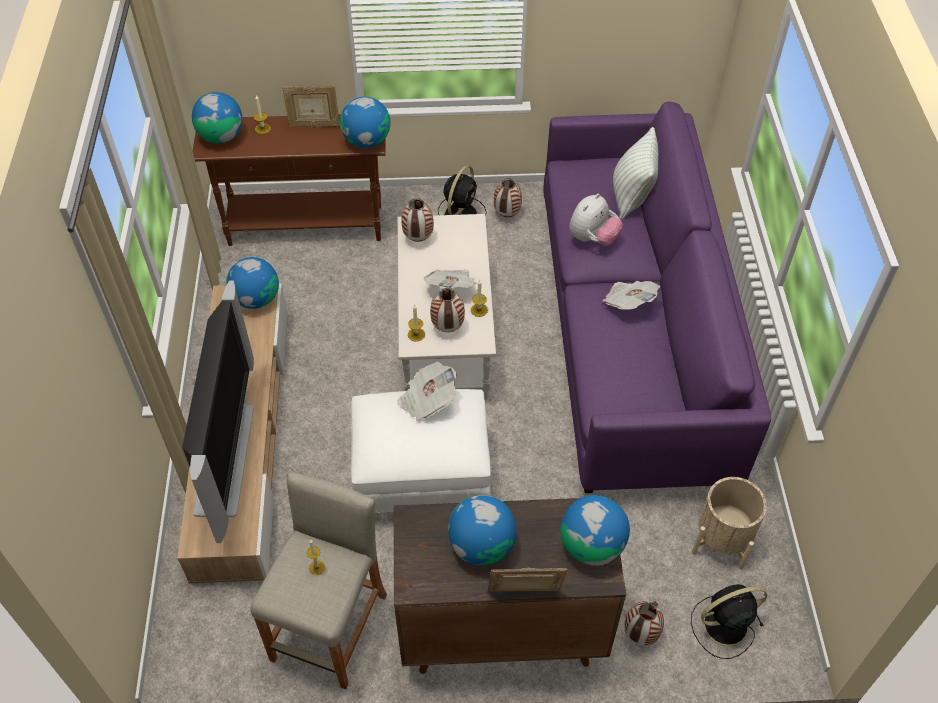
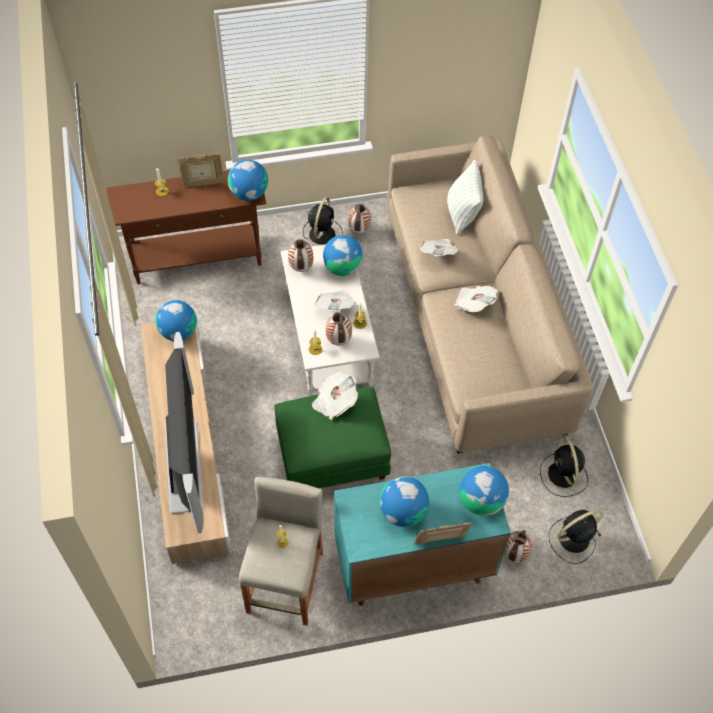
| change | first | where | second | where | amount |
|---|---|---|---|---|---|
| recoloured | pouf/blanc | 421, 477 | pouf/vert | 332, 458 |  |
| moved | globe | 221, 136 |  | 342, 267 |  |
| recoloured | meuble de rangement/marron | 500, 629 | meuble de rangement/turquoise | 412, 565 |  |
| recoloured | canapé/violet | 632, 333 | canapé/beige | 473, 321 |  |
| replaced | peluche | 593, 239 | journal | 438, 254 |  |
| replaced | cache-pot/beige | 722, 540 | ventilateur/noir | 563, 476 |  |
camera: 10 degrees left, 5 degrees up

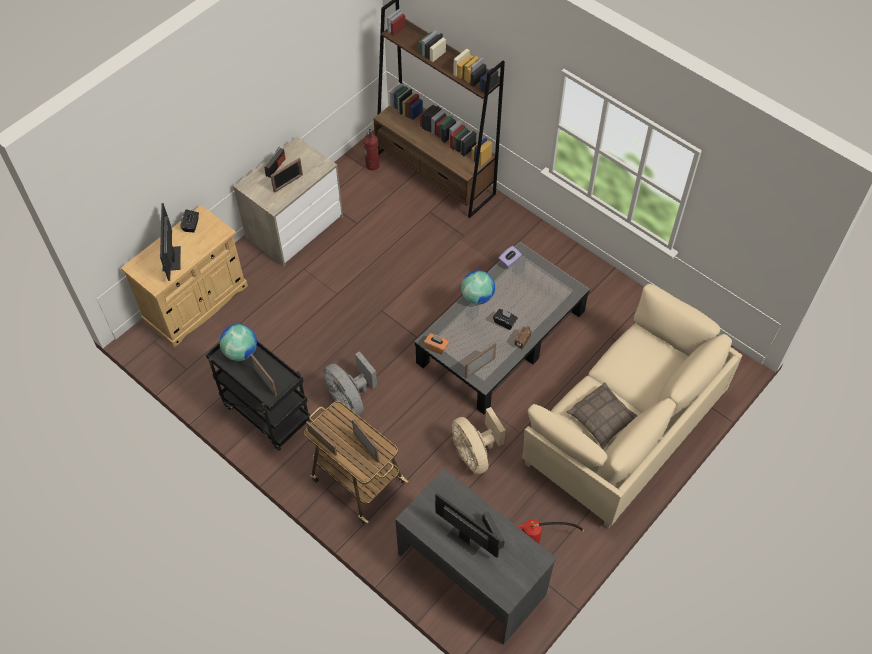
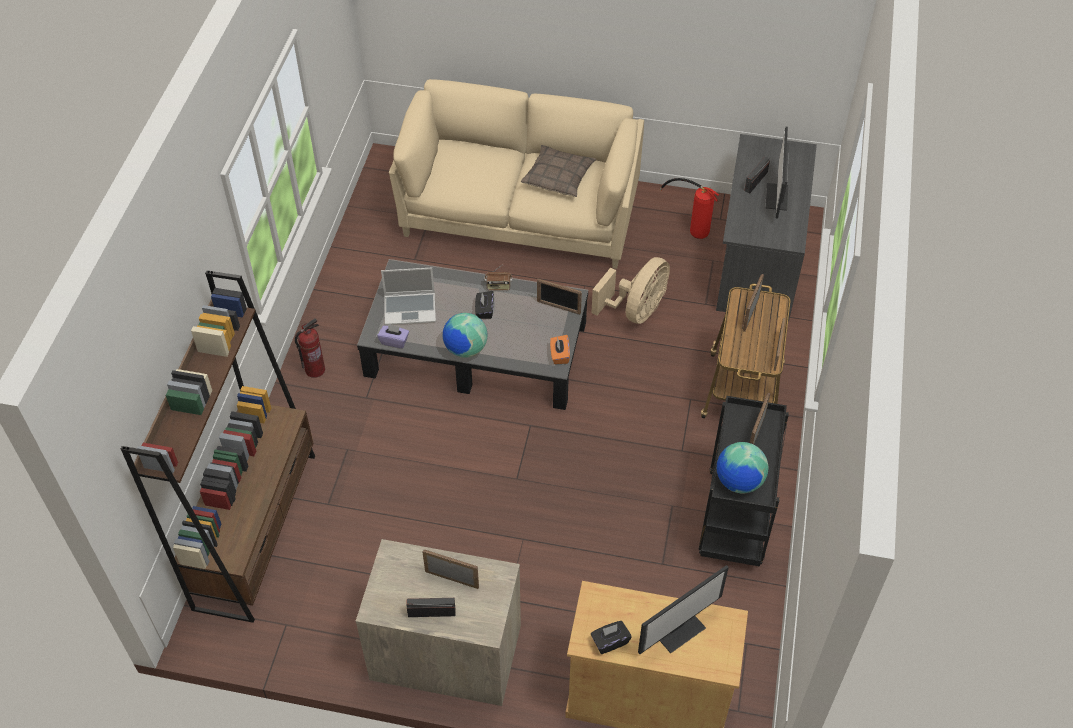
| change | first | where | second | where | amount |
|---|---|---|---|---|---|
| moved | extincteur | 373, 165 |  | 315, 369 |  |
| added |  |  | ordinateur portable | 410, 309 |  |
| removed | ventilateur/gris | 350, 398 |  |  |  |
camera: 120 degrees left, 5 degrees down

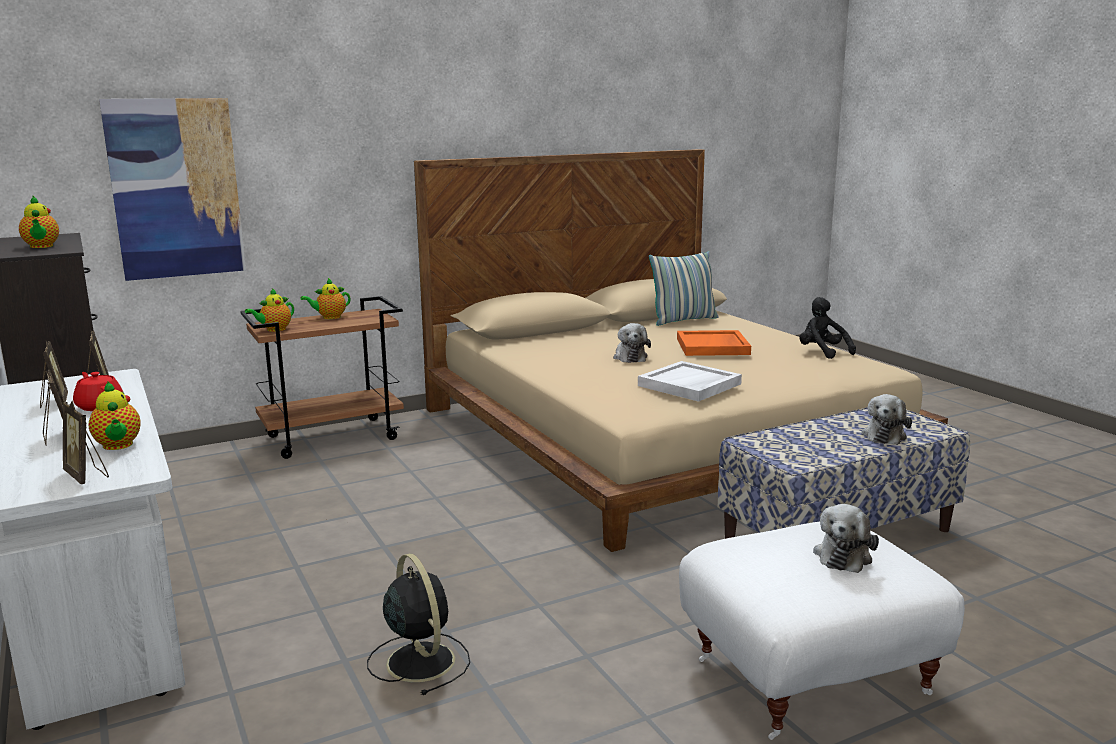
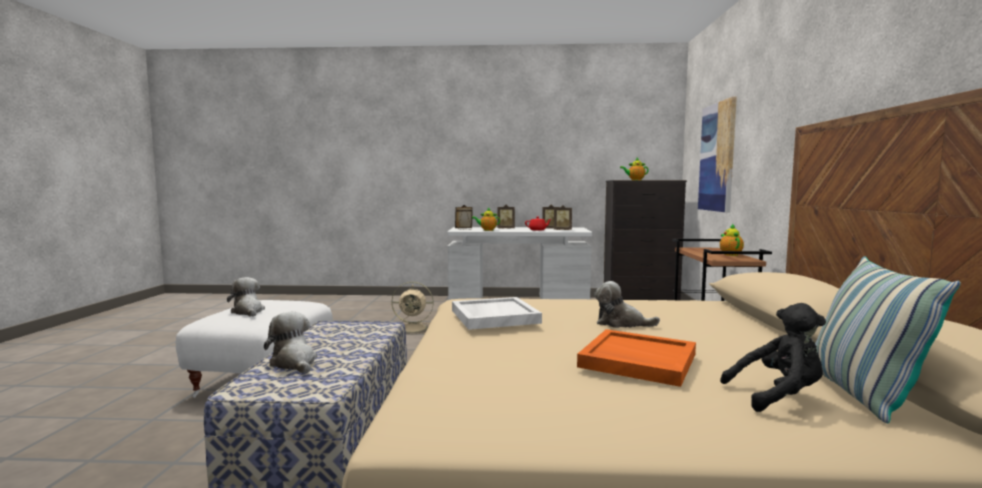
| change | first | where | second | where | amount |
|---|---|---|---|---|---|
| recoloured | ventilateur/noir | 419, 660 | ventilateur/beige | 414, 328 |  |
| moved | peluche/noir | 822, 352 |  | 778, 396 |  |
| removed | théière | 274, 329 |  |  |  |
camera: 120 degrees right, 10 degrees down

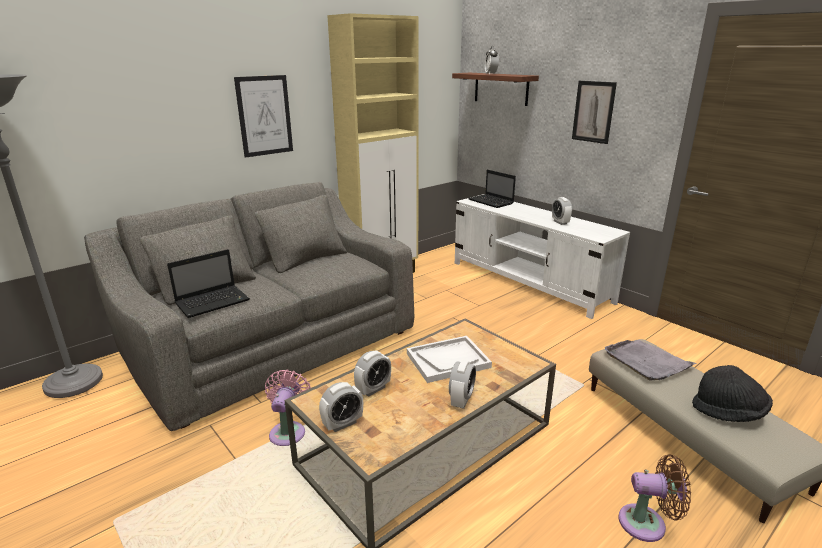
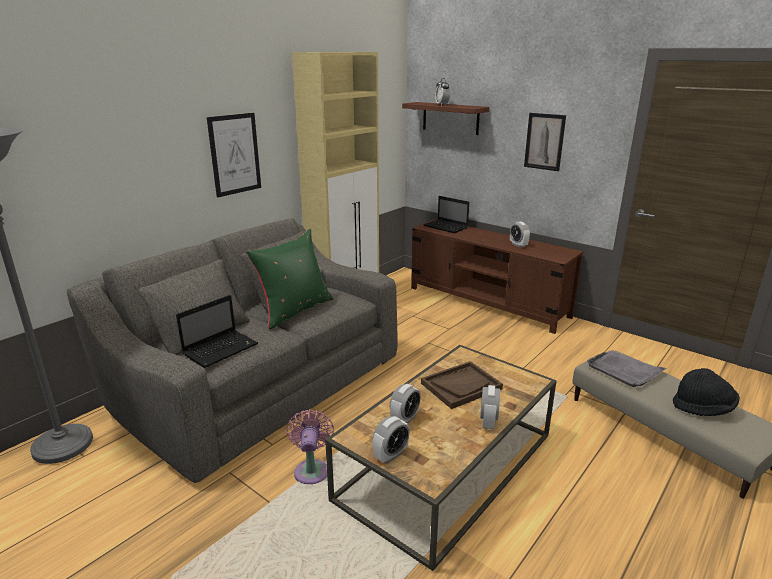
| change | first | where | second | where | amount |
|---|---|---|---|---|---|
| added |  |  | coussin/vert | 294, 310 |  |
| recoloured | meuble télé/blanc | 529, 282 | meuble télé/marron | 487, 302 |  |
| recoloured | plateau/blanc | 448, 360 | plateau/marron | 461, 386 |  |
| removed | ventilateur/marron | 647, 523 |  |  |  |
camera: 10 degrees left, 0 degrees up

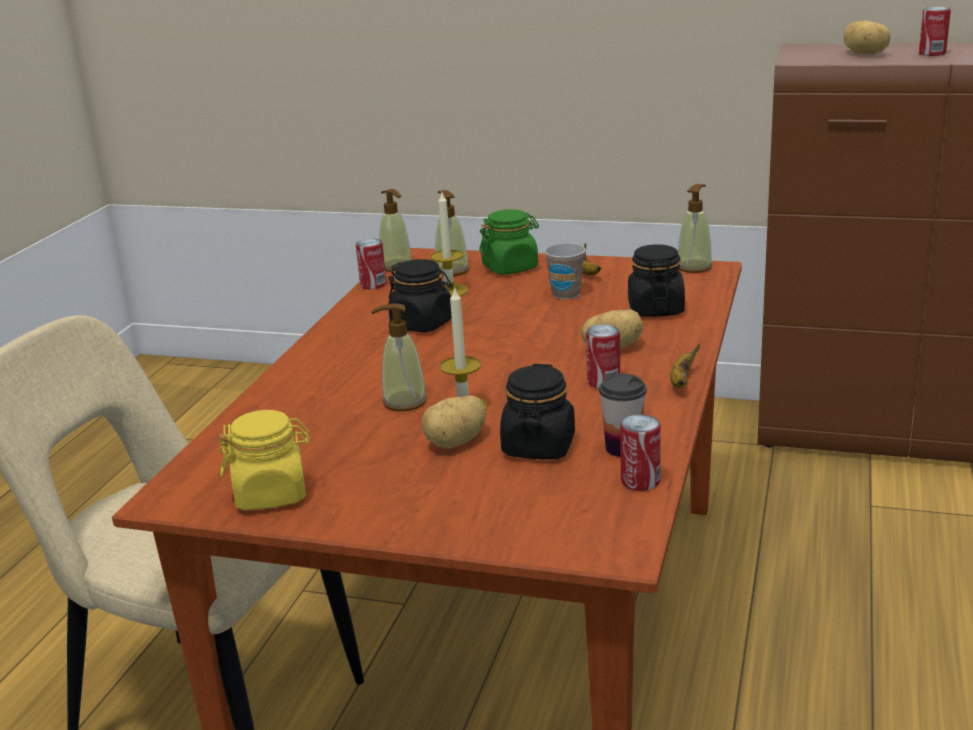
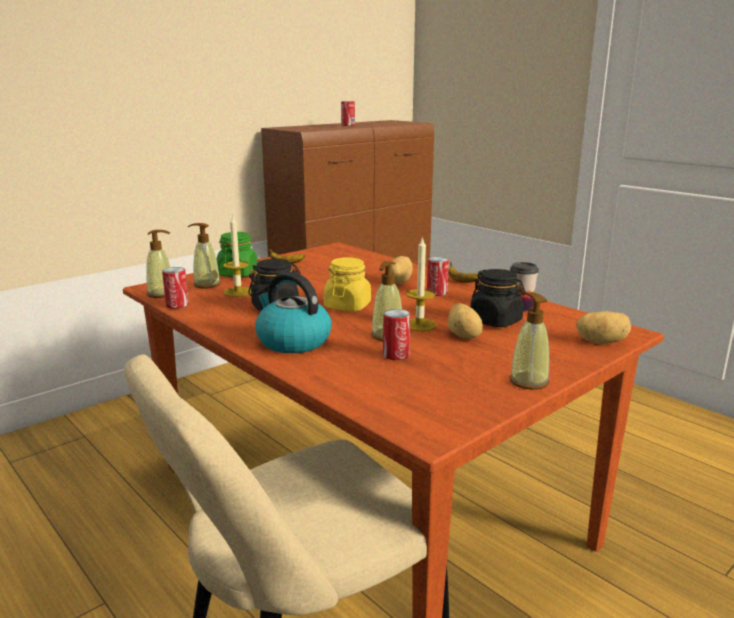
| change | first | where | second | where | amount |
|---|---|---|---|---|---|
| added |  |  | bouilloire | 292, 341 |  |
| moved | bocal/jaune | 271, 494 |  | 347, 306 |  |
| moved | boîte métallique | 640, 481 |  | 396, 355 |  |
| moved | distributeur de savon | 694, 267 |  | 528, 381 |  |
| moved | pomme de terre | 865, 54 |  | 601, 342 |  |
| removed | tasse | 566, 294 |  |  |  |
| removed | bocal/noir | 655, 309 |  |  |  |
camera: 60 degrees left, 5 degrees down

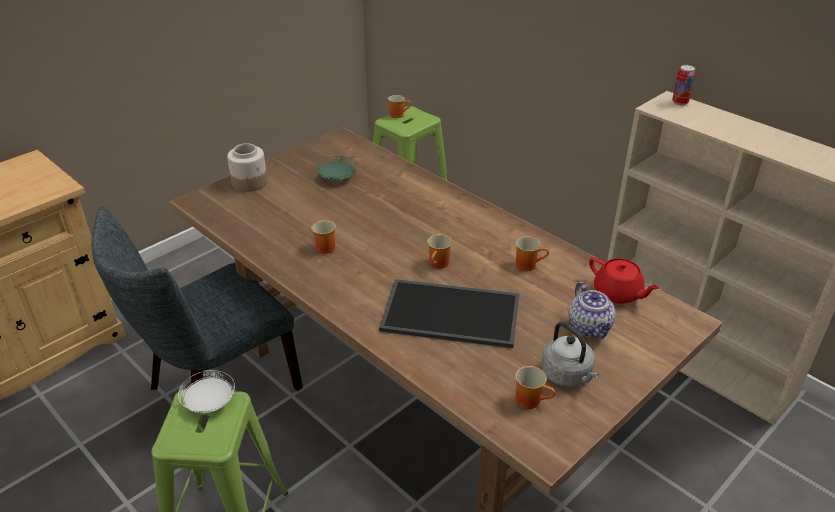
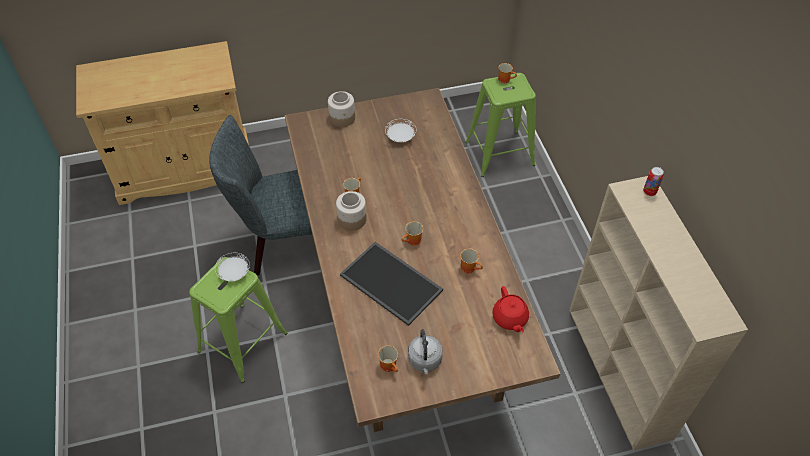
| change | first | where | second | where | amount |
|---|---|---|---|---|---|
| added |  |  | bocal | 351, 219 |  |
| recoloured | assiette/vert | 337, 178 | assiette/blanc | 400, 137 |  |
| removed | théière | 590, 328 |  |  |  |
camera: 30 degrees right, 15 degrees up

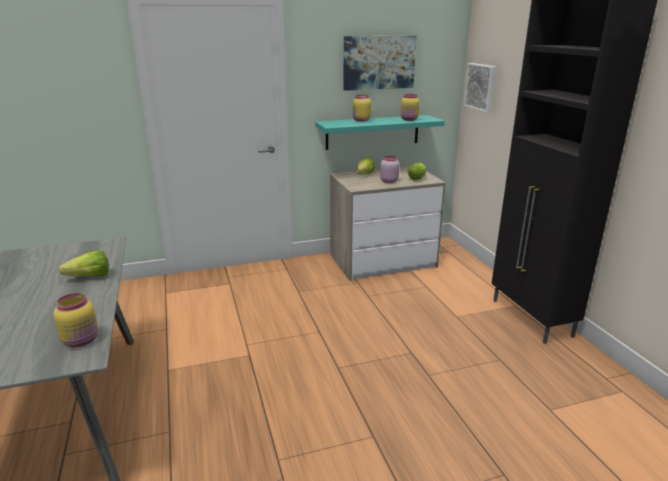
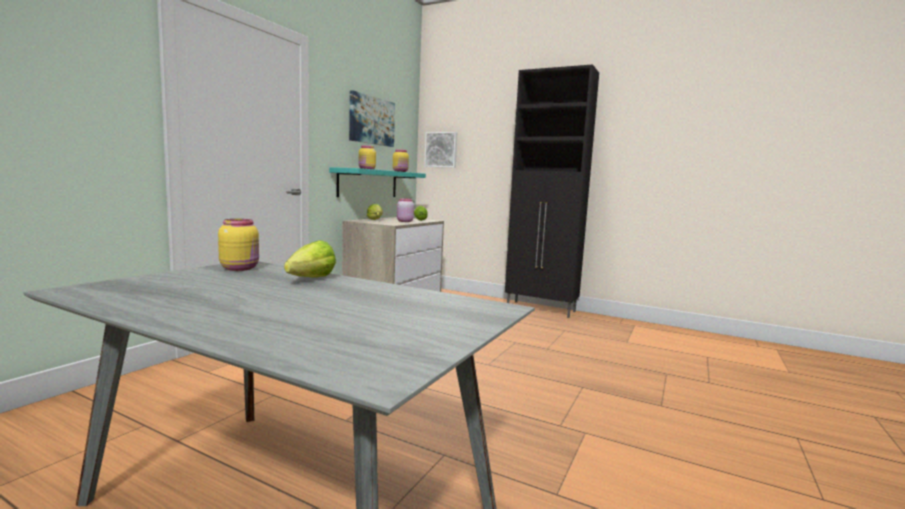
| change | first | where | second | where | amount |
|---|---|---|---|---|---|
| moved | bocal/jaune | 82, 340 |  | 240, 268 |  |
camera: 45 degrees left, 15 degrees down

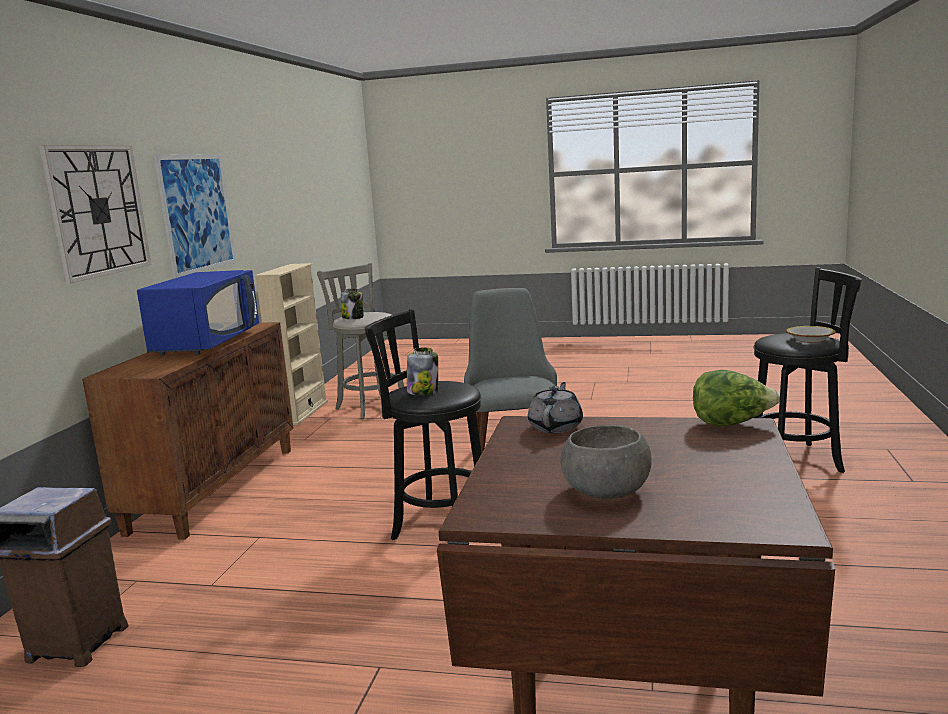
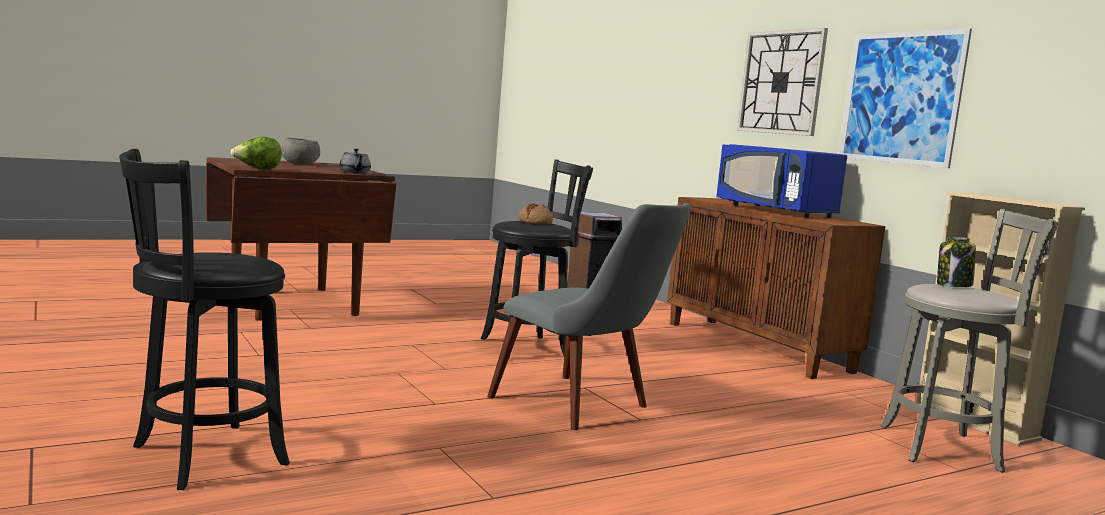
| change | first | where | second | where | amount |
|---|---|---|---|---|---|
| replaced | bocal | 423, 392 | pain | 535, 222 |  |
| removed | bol | 810, 340 |  |  |  |
camera: 135 degrees right, 5 degrees down

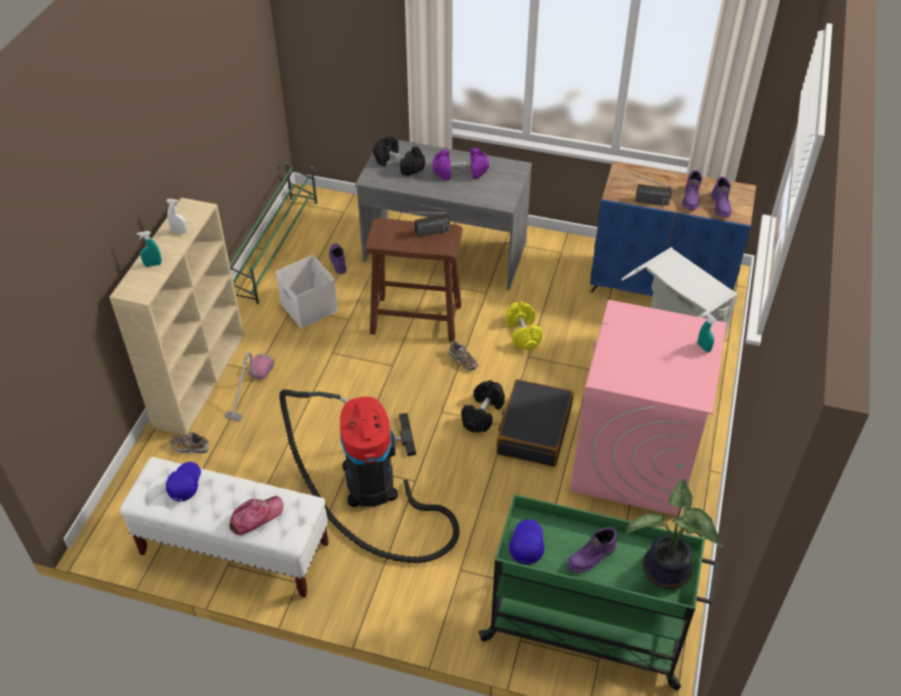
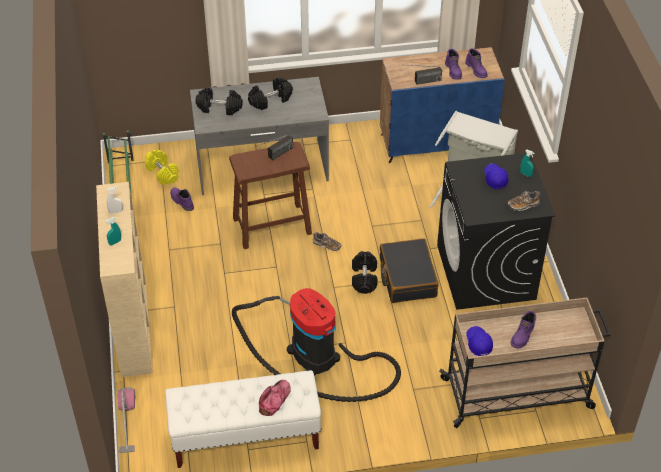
| change | first | where | second | where | amount |
|---|---|---|---|---|---|
| moved | aspirateur | 250, 390 |  | 127, 422 |  |
| moved | haltère/jaune | 523, 334 |  | 162, 173 |  |
| recoloured | haltère/violet | 460, 172 | haltère/noir | 270, 100 |  |
| recoloured | lave-linge/rose | 634, 459 | lave-linge/noir | 486, 273 |  |
| recoloured | chariot/vert | 588, 628 | chariot/beige | 518, 393 |  |
| moved | casquette/bleu | 185, 484 |  | 495, 179 |  |
| moved | chaussure | 190, 447 |  | 523, 205 |  |
| removed | boîte de rangement/blanc | 310, 307 |  |  |  |
| removed | plante en pot | 665, 573 |  |  |  |
camera: 25 degrees left, 0 degrees up

